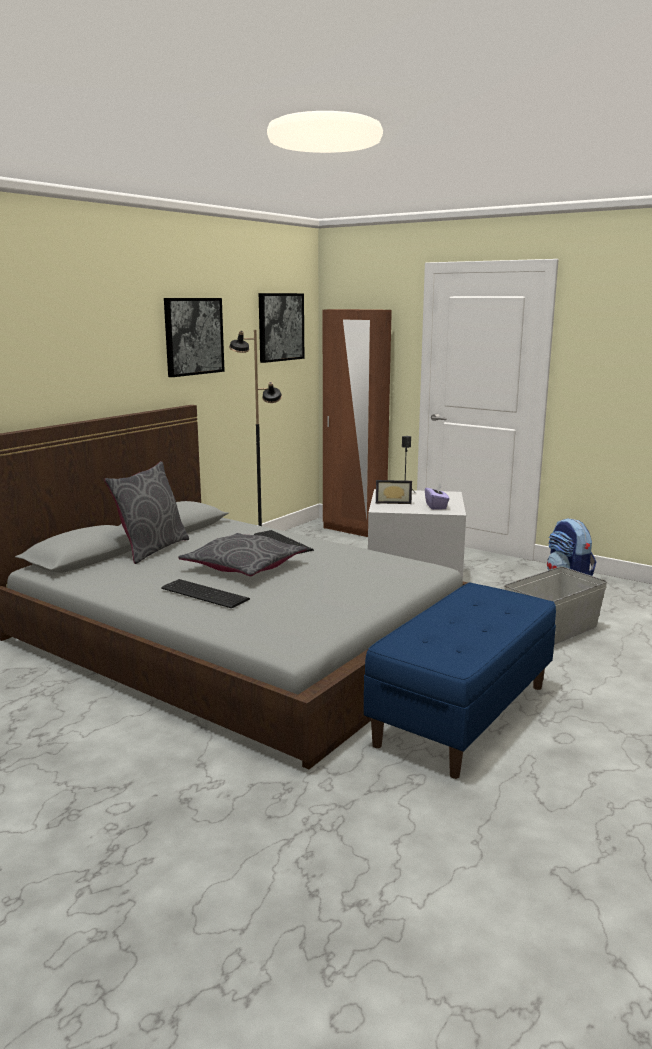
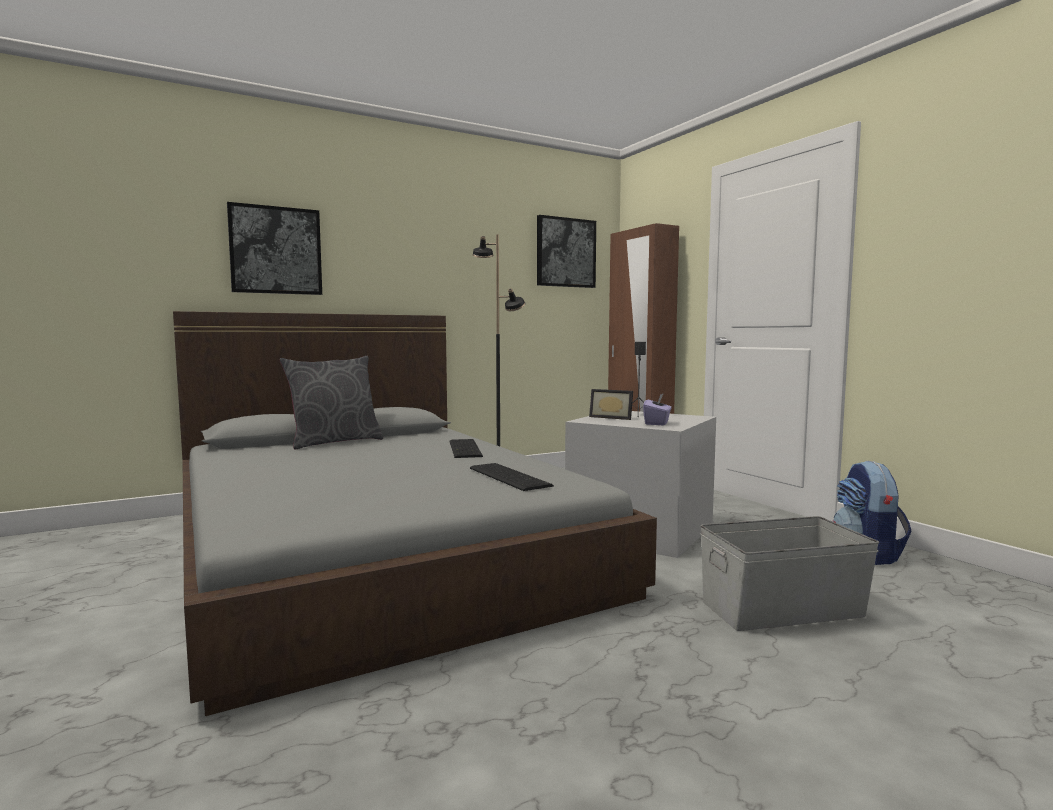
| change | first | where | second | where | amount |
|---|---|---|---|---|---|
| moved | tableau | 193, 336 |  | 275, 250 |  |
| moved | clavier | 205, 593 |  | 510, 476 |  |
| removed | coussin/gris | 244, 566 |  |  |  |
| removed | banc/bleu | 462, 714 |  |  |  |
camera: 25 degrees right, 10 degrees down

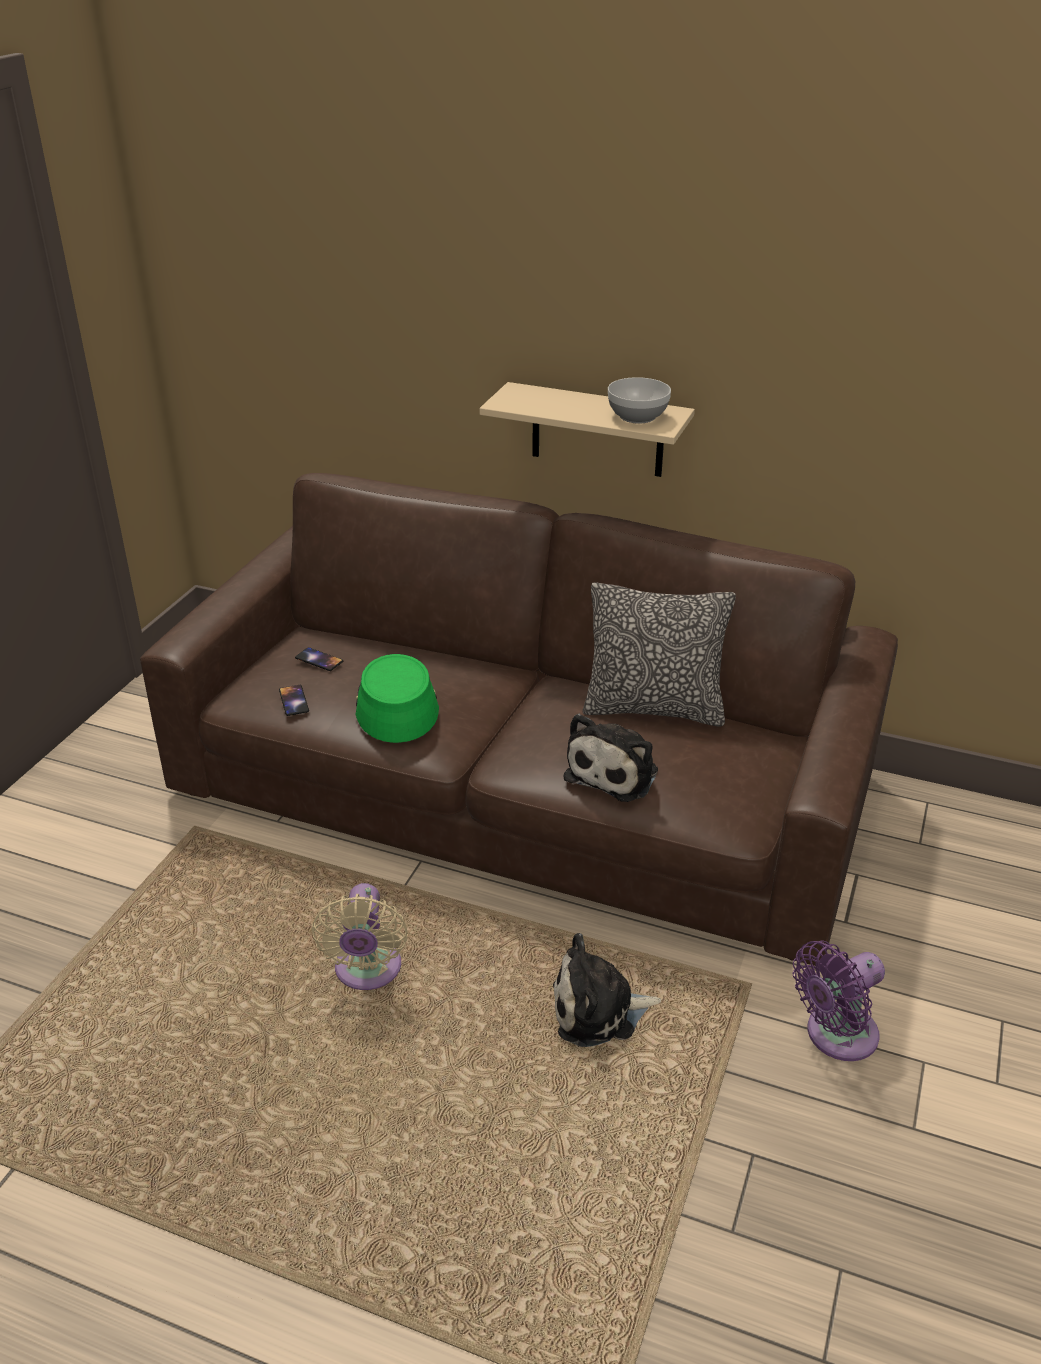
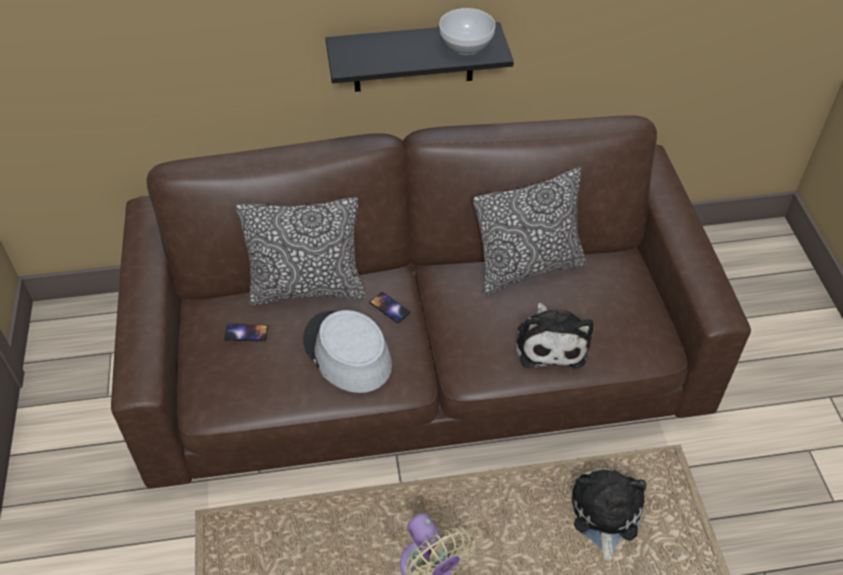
| change | first | where | second | where | amount |
|---|---|---|---|---|---|
| added |  |  | coussin | 307, 289 |  |
| recoloured | chapeau/vert | 396, 705 | chapeau/gris | 346, 353 |  |
| recoloured | étagère/beige | 597, 430 | étagère/noir | 413, 57 |  |
| moved | téléphone | 293, 701 |  | 389, 308 |  |
| turned | peluche | 599, 1011 |  | 604, 516 | 135 degrees clockwise |
| removed | ventilateur/violet | 836, 1036 |  |  |  |
camera: 30 degrees left, 15 degrees up

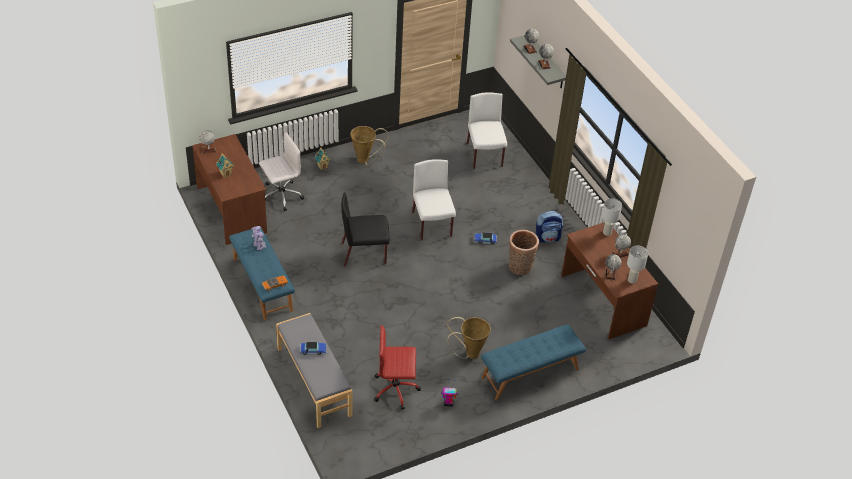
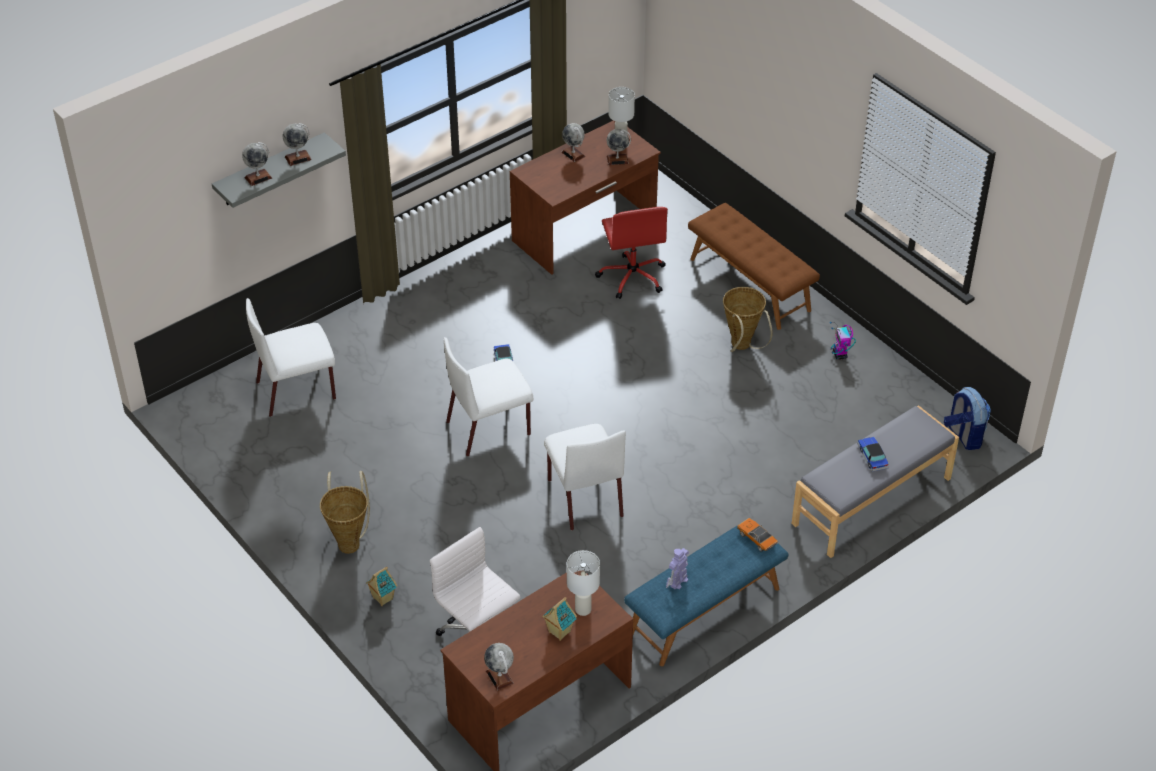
| change | first | where | second | where | amount |
|---|---|---|---|---|---|
| recoloured | chaise/noir | 364, 253 | chaise/blanc | 584, 497 |  |
| moved | lampe de table/blanc | 607, 233 |  | 583, 609 |  |
| moved | chaise de bureau/rouge | 396, 389 |  | 632, 276 |  |
| recoloured | banc/bleu | 530, 374 | banc/marron | 750, 284 |  |
| moved | sac à dos | 547, 238 |  | 963, 436 |  |
| removed | panier | 520, 268 |  |  |  |
camera: 100 degrees left, 0 degrees up

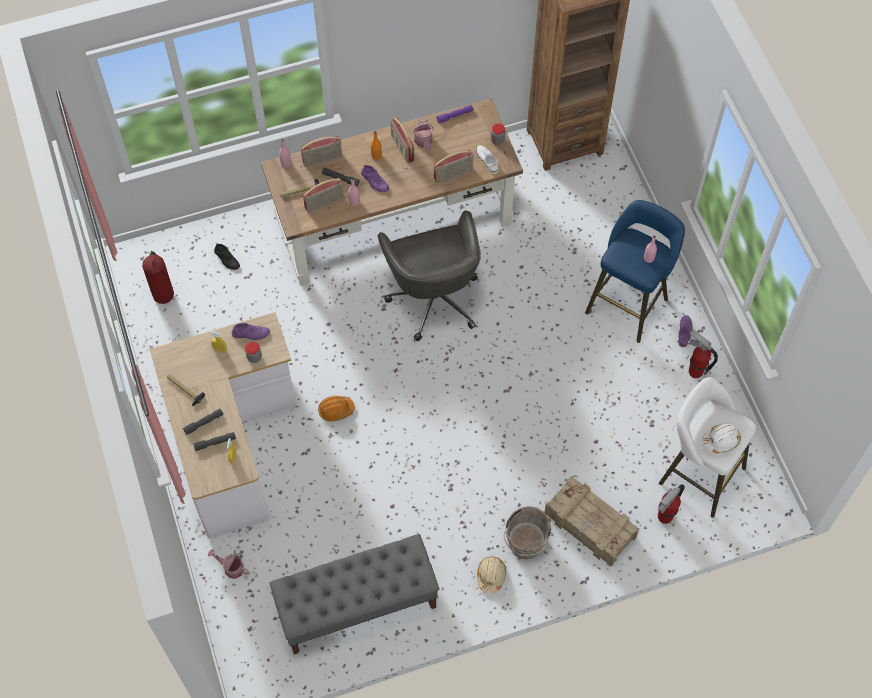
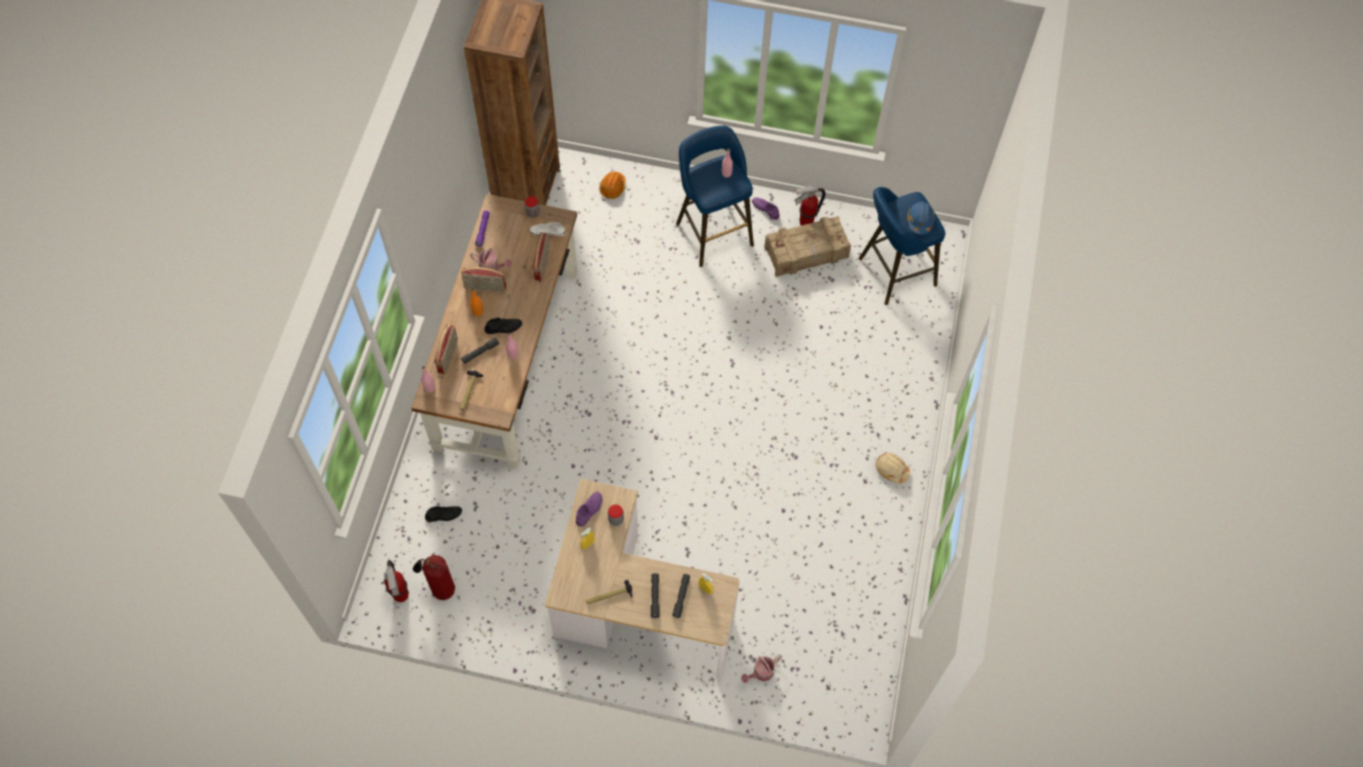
| change | first | where | second | where | amount |
|---|---|---|---|---|---|
| moved | extincteur | 664, 517 |  | 401, 596 |  |
| recoloured | chaussure/violet | 374, 181 | chaussure/noir | 503, 327 |  |
| moved | casque de chantier/orange | 336, 410 |  | 612, 187 |  |
| moved | caisse | 590, 526 |  | 807, 253 |  |
| recoloured | tabouret/blanc | 697, 473 | tabouret/bleu | 893, 273 |  |
| recoloured | casque de chantier/blanc | 721, 440 | casque de chantier/bleu | 920, 221 |  |
| removed | banc/gris | 356, 606 |  |  |  |
| removed | radio | 324, 203 |  |  |  |
| removed | chaise de bureau/gris | 434, 297 |  |  |  |
| removed | seau/marron | 525, 545 |  |  |  |
camera: 60 degrees left, 0 degrees up

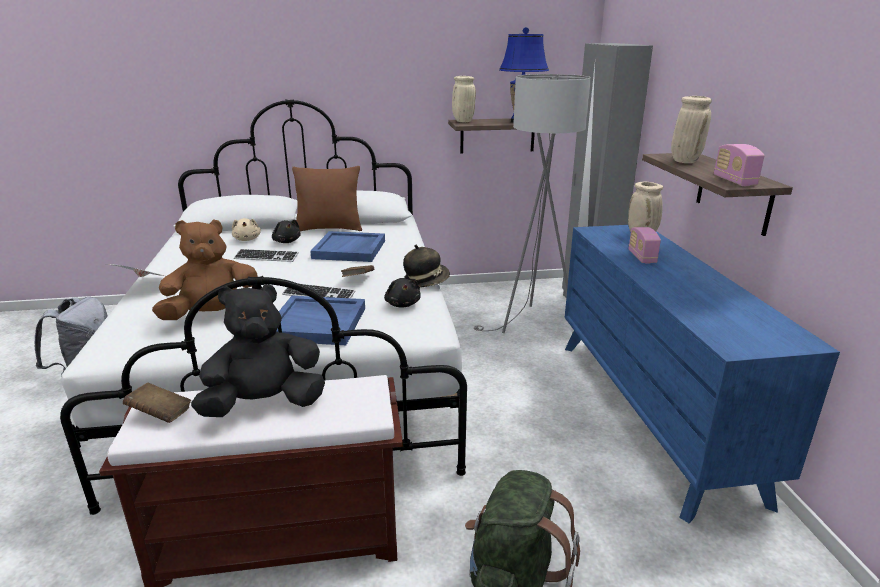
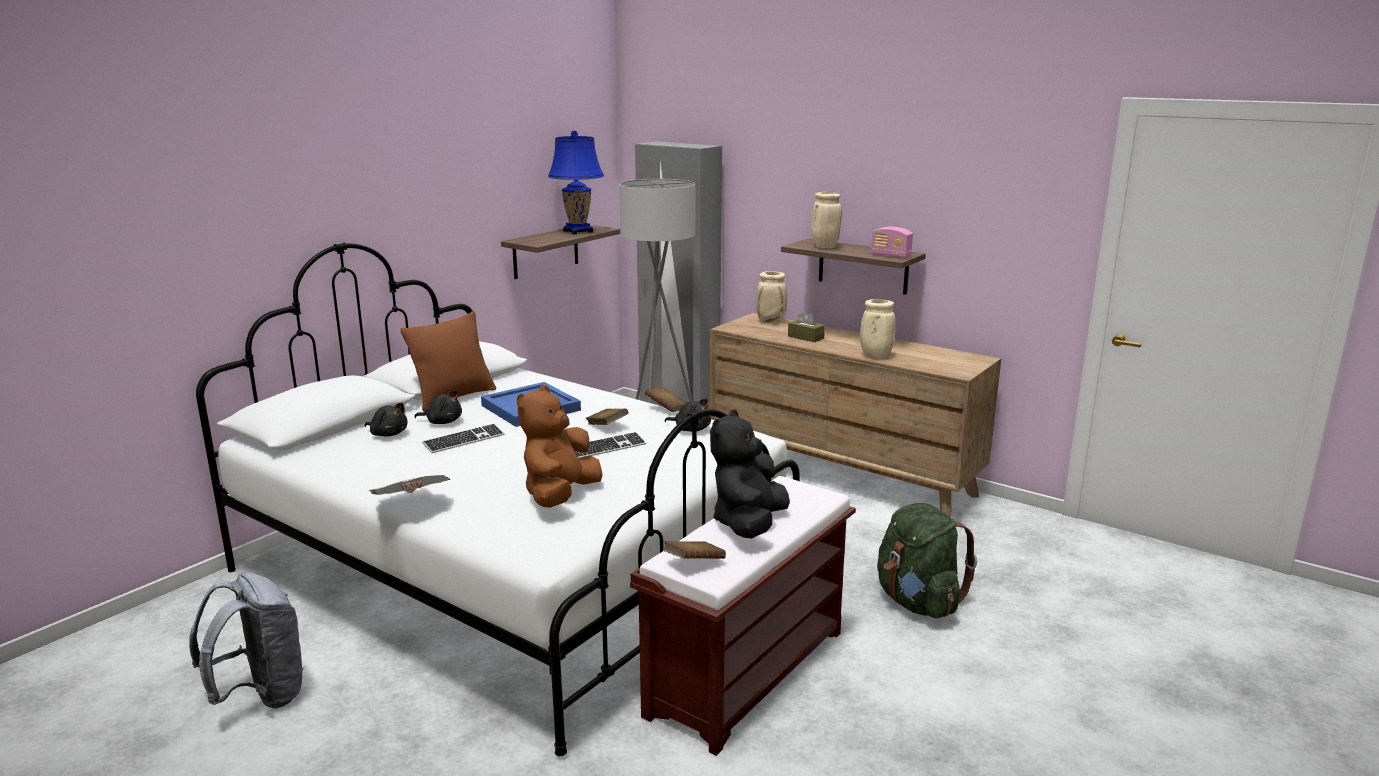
| change | first | where | second | where | amount |
|---|---|---|---|---|---|
| recoloured | peluche/beige | 247, 239 | peluche/noir | 388, 434 |  |
| replaced | chapeau | 426, 281 | livre/marron | 666, 408 |  |
| recoloured | commode/bleu | 651, 413 | commode/marron | 841, 475 |  |
| replaced | radio | 641, 257 | boîte à mouchoirs/marron | 805, 337 |  |
| moved | vase/beige | 462, 121 |  | 875, 356 |  |
| removed | plateau/bleu | 318, 323 |  |  |  |
camera: 45 degrees left, 5 degrees down

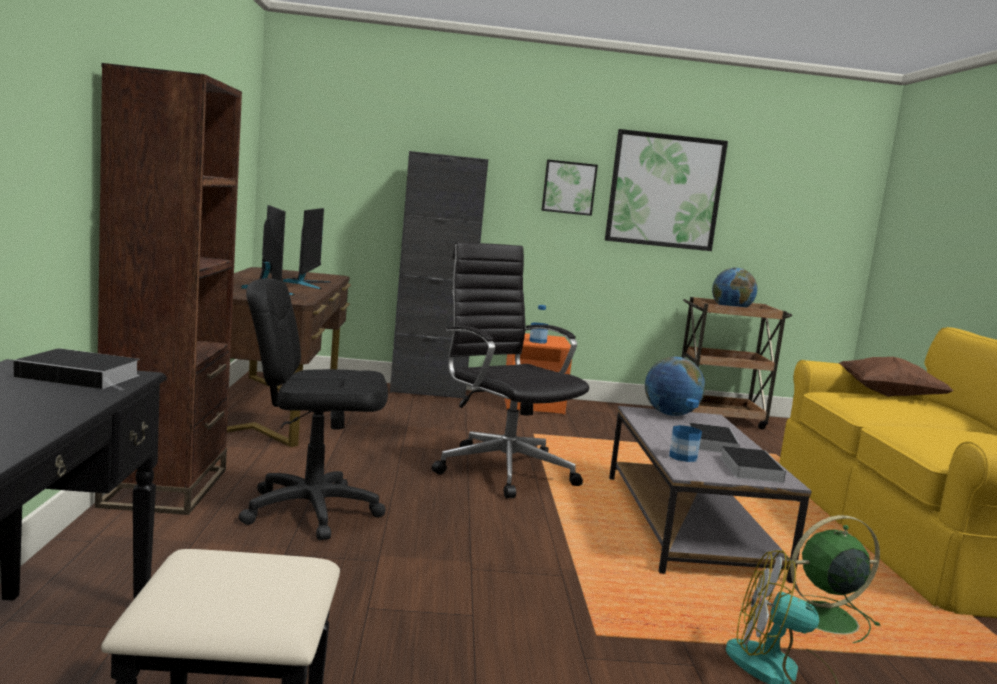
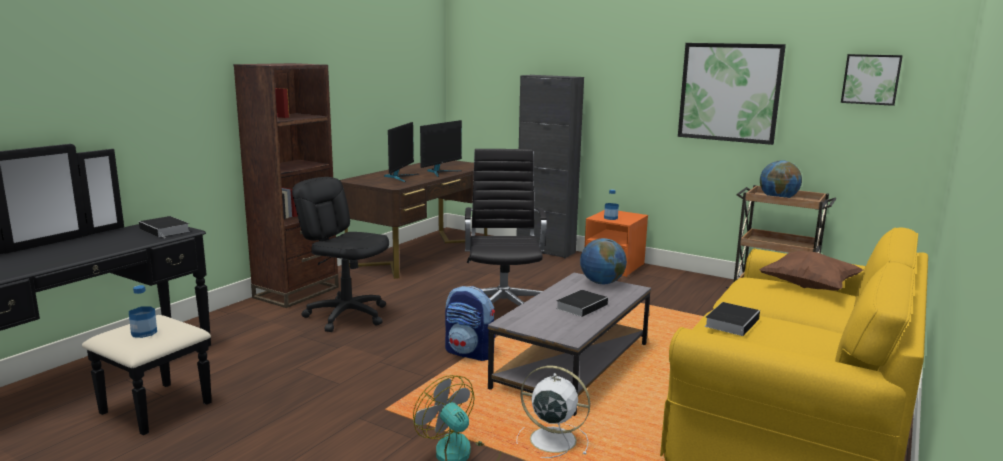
| change | first | where | second | where | amount |
|---|---|---|---|---|---|
| moved | bouteille | 683, 457 |  | 144, 332 |  |
| added |  |  | sac à dos | 470, 353 |  |
| recoloured | ventilateur/vert | 822, 619 | ventilateur/blanc | 550, 440 |  |
| moved | livre | 749, 468 |  | 732, 322 |  |
| moved | tableau | 569, 187 |  | 871, 79 |  |
camera: 35 degrees right, 5 degrees up

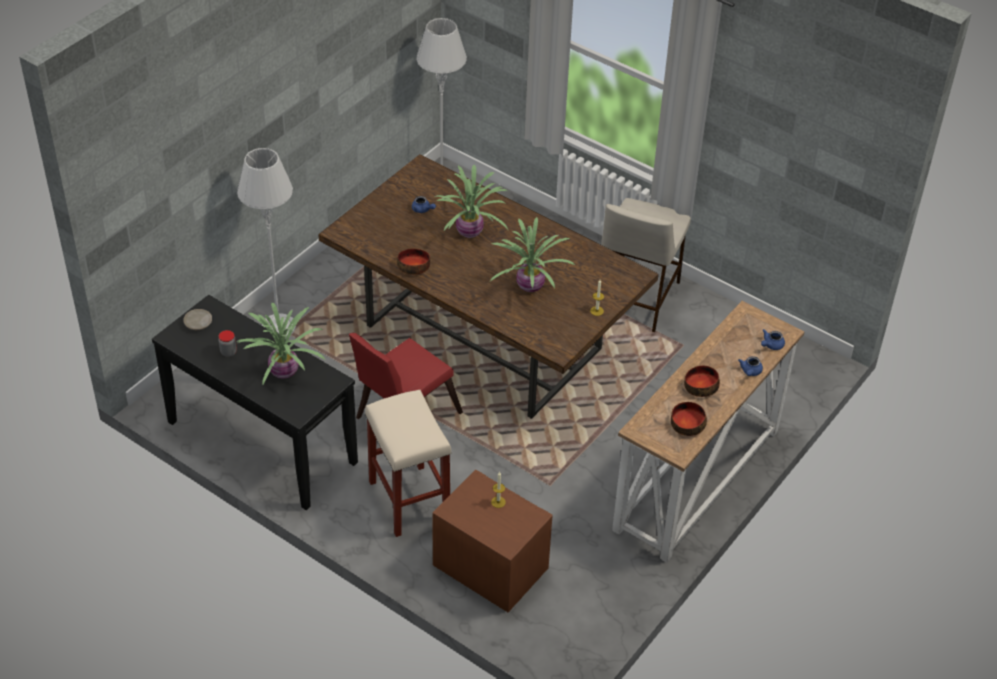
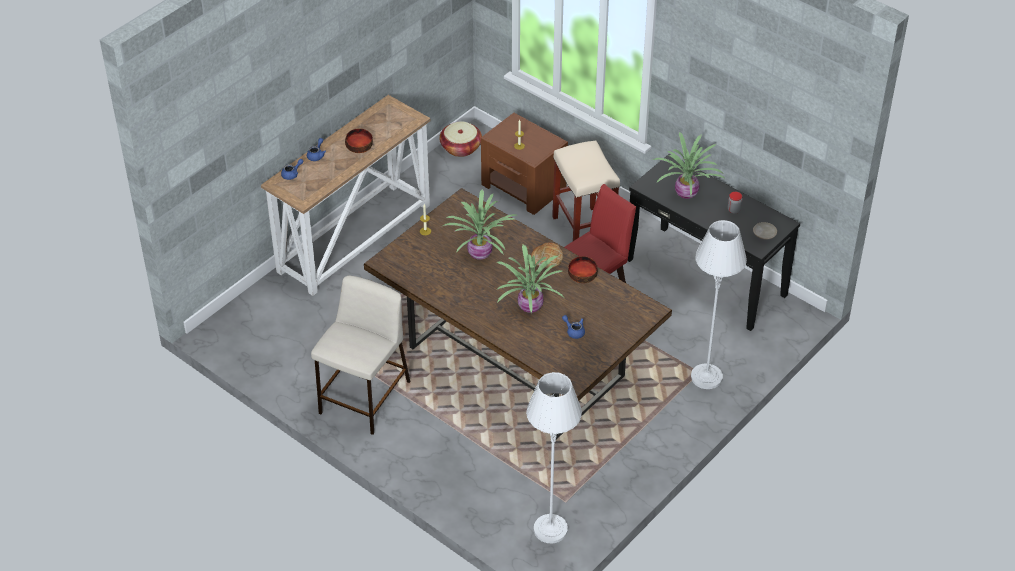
| change | first | where | second | where | amount |
|---|---|---|---|---|---|
| added |  |  | panier | 461, 147 |  |
| added |  |  | pain | 547, 258 |  |
| removed | bol | 687, 424 |  |  |  |
camera: 175 degrees left, 0 degrees up

